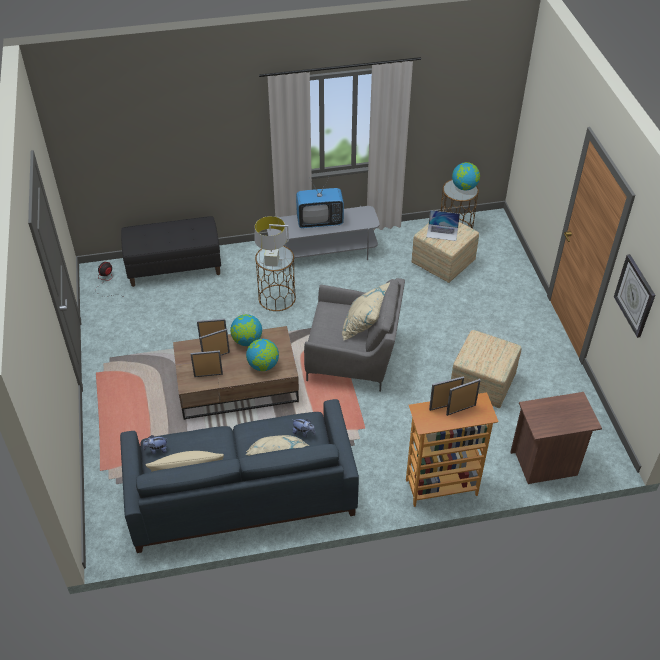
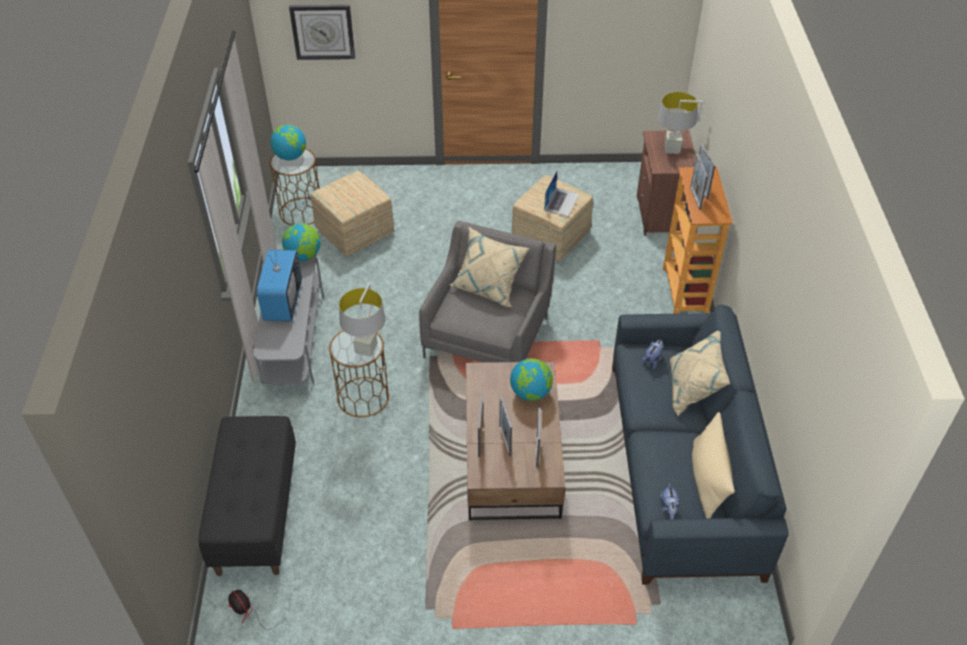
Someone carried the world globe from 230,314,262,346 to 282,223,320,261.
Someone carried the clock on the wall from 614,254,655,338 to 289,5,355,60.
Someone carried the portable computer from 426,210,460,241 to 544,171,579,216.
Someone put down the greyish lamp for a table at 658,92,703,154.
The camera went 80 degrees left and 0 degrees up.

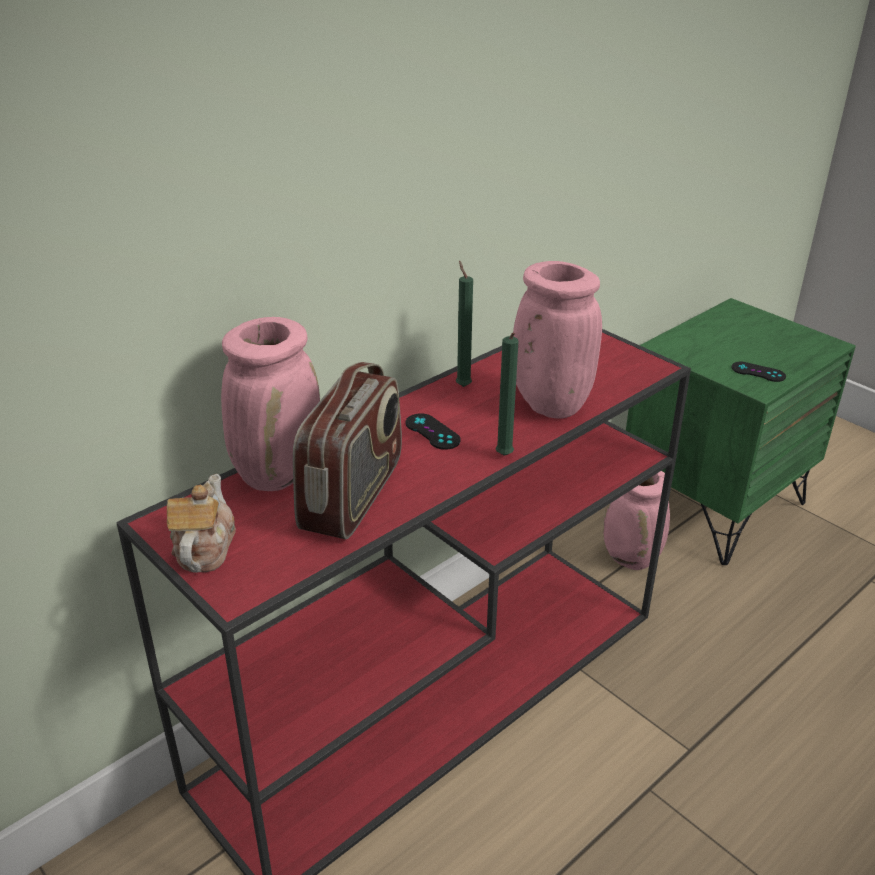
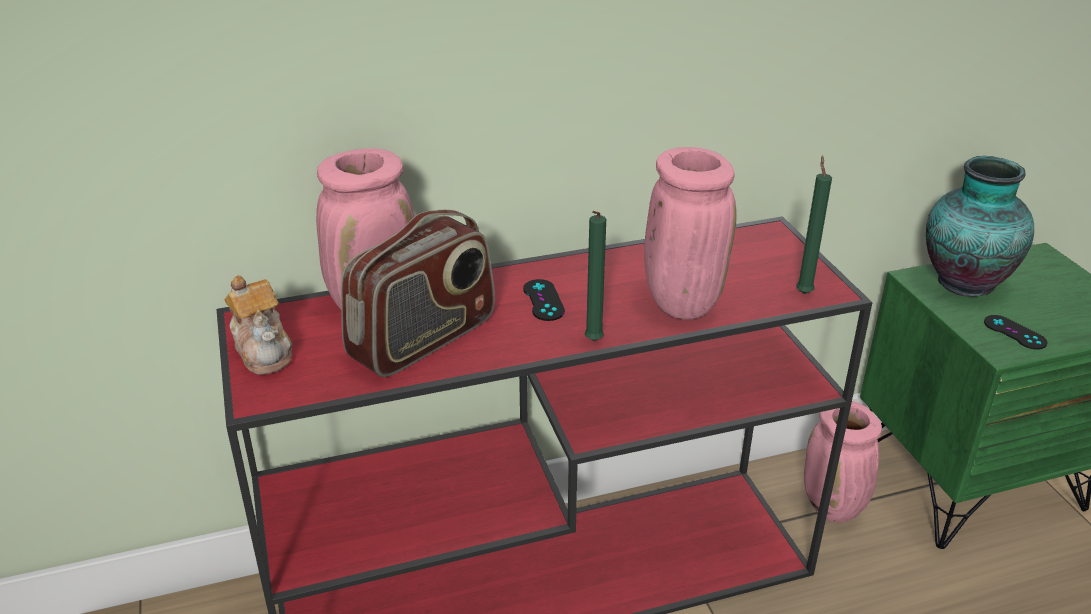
Someone rotated the pot for tea at 167,474,236,573 by 120 degrees clockwise.
Someone carried the green wax candle from 456,261,473,387 to 796,156,832,294.
Someone put down the flower vase at 926,156,1034,297.
The camera went 25 degrees right and 0 degrees up.

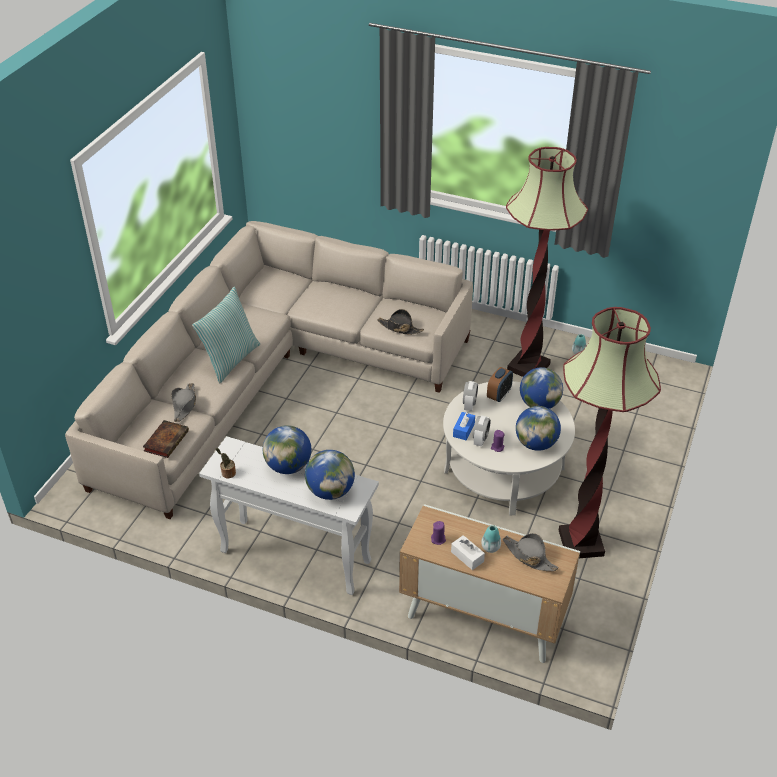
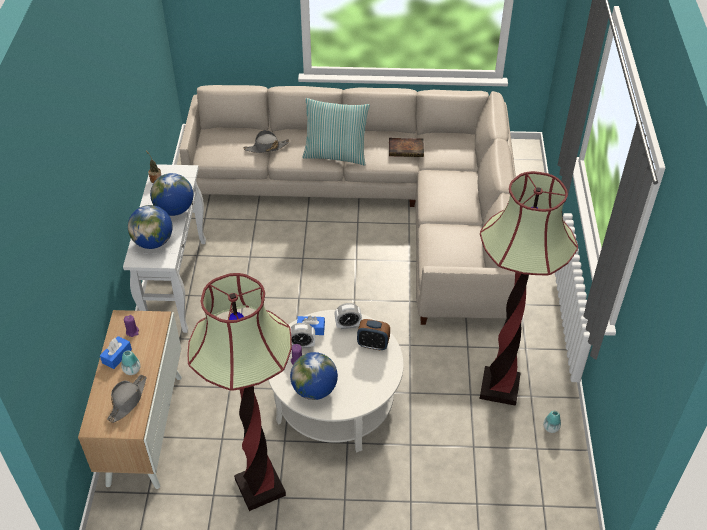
Someone repainted the white tissue holder at 451,535,485,570, which became the blue-coloured tissue holder at 100,336,132,369.
Someone carried the bound book from 143,420,189,458 to 389,138,424,157.
Someone took away the black hat at 377,309,424,335.
Someone took away the world globe at 520,367,563,409.
The camera went 70 degrees right and 5 degrees up.

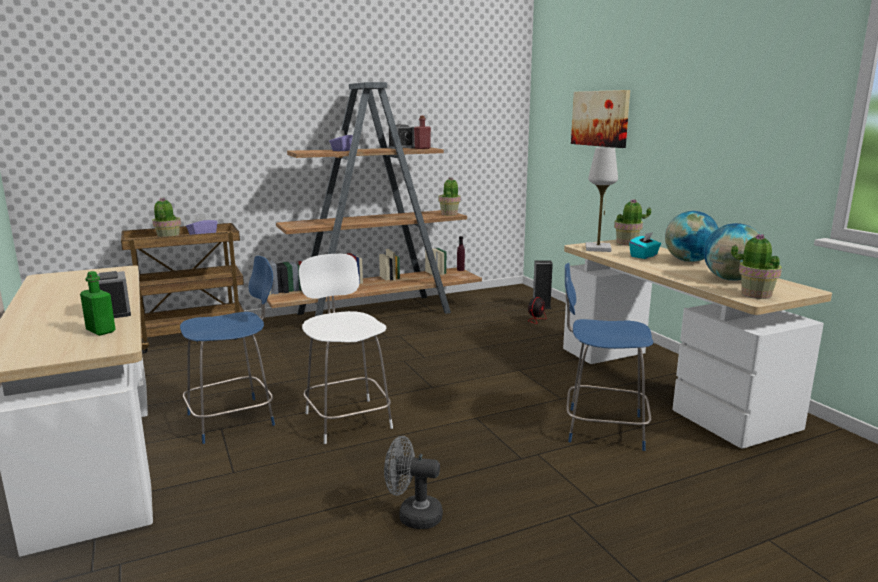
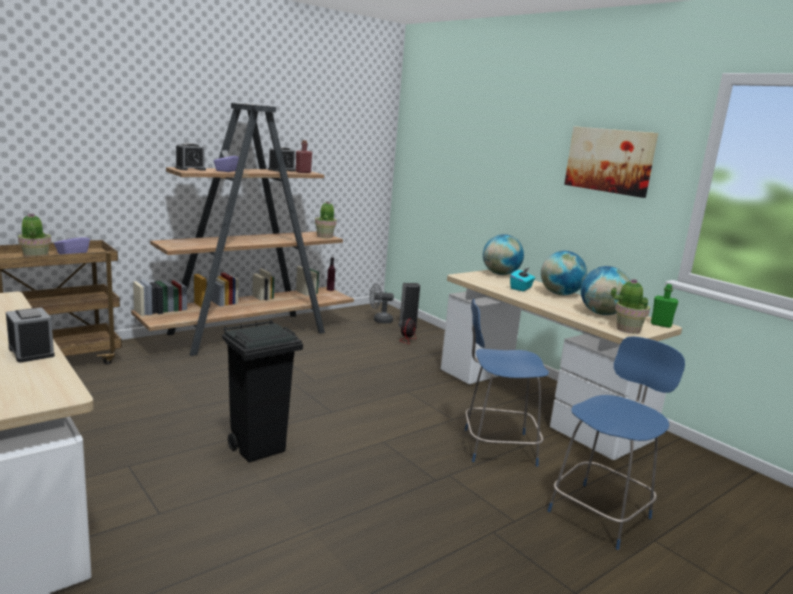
Someone put down the table clock at 175,143,206,170.
Someone swapped the white chair at 299,254,393,444 for the black trash can at 222,320,303,462.
Someone carried the greyish electric fan from 384,436,443,529 to 369,283,394,323.
Someone swapped the houseplant at 614,199,651,246 for the world globe at 483,234,524,275.
Someone carried the blue-coloured chair from 180,256,275,444 to 548,336,685,550.
Someone carried the wall art from 571,90,630,148 to 564,126,658,198.
Someone carried the green drink bottle from 80,271,116,336 to 651,284,678,328.
Someone took away the white lamp for a table at 586,147,618,252.
The camera went 15 degrees left and 0 degrees up.

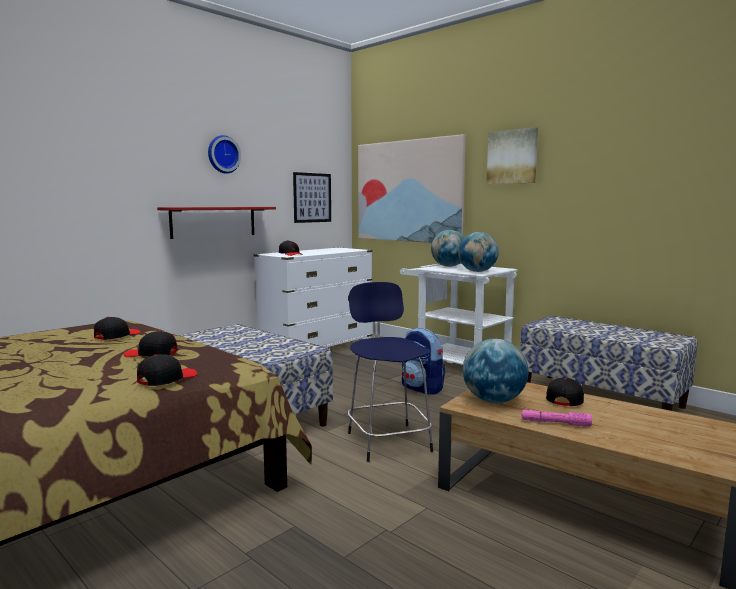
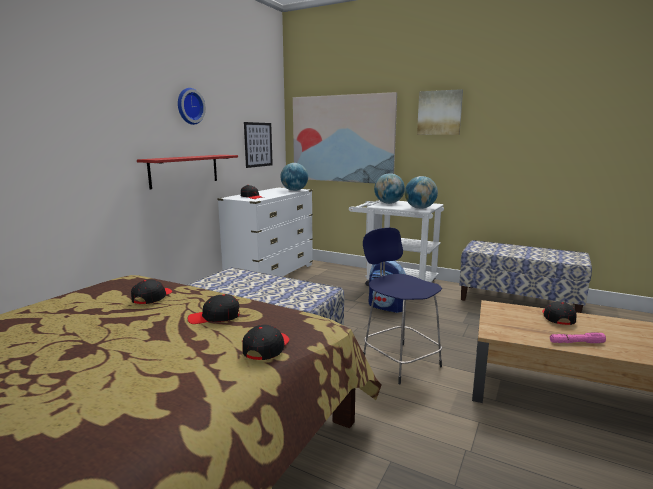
Someone carried the world globe from 463,339,529,403 to 280,163,308,191.
The camera went 15 degrees left and 5 degrees up.

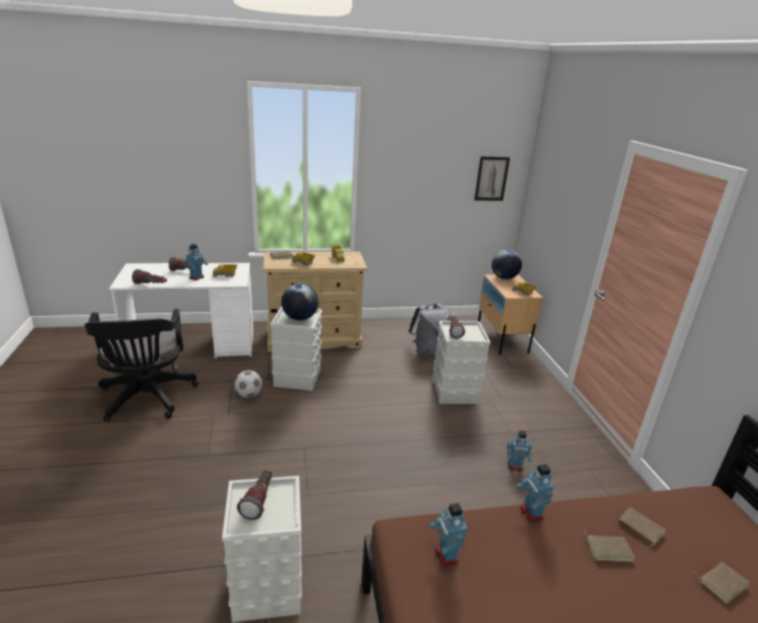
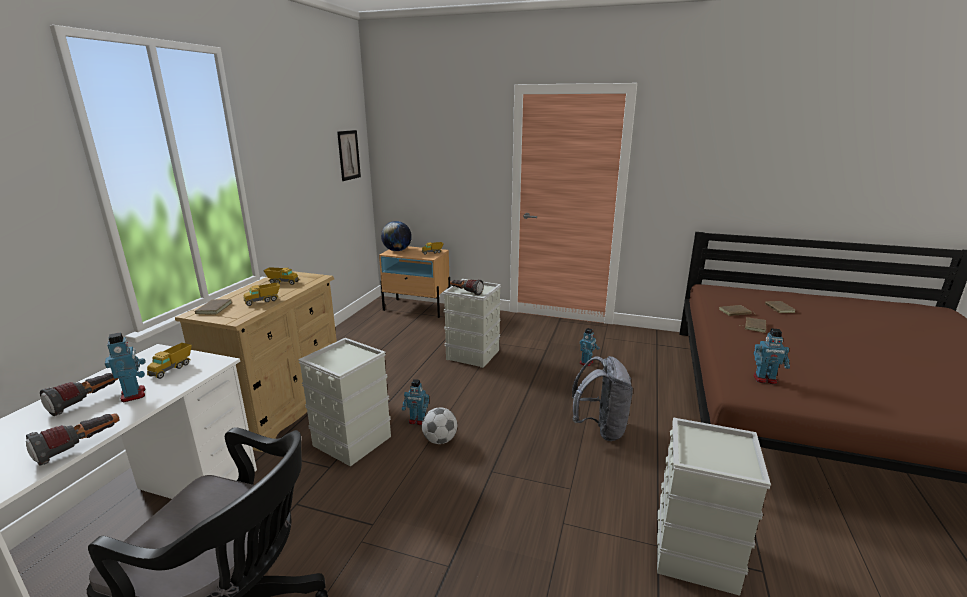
Someone carried the robot figure from 516,464,553,521 to 402,379,429,425.
Someone carried the football from 234,370,262,398 to 422,407,457,444.
Someone carried the greyish rucksack from 408,303,451,355 to 572,356,633,441.
Someone took away the torch at 237,469,272,520.
Someone took away the world globe at 281,284,319,320.
The camera went 60 degrees left and 5 degrees down.

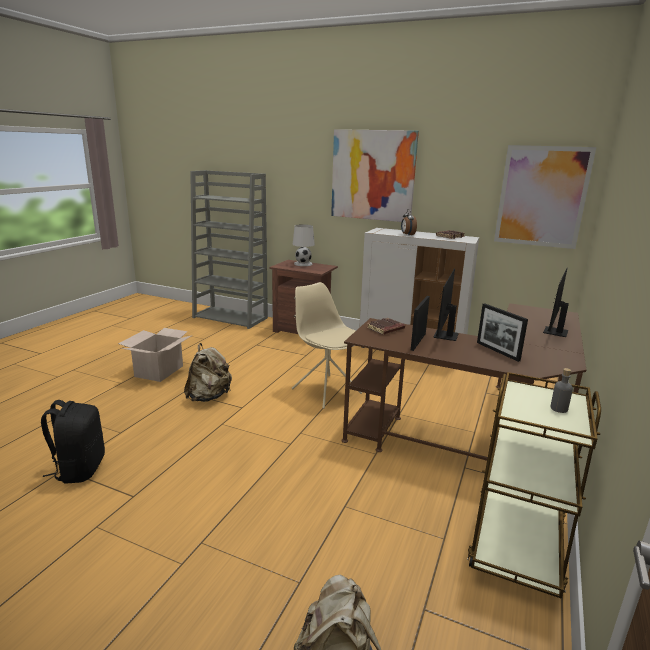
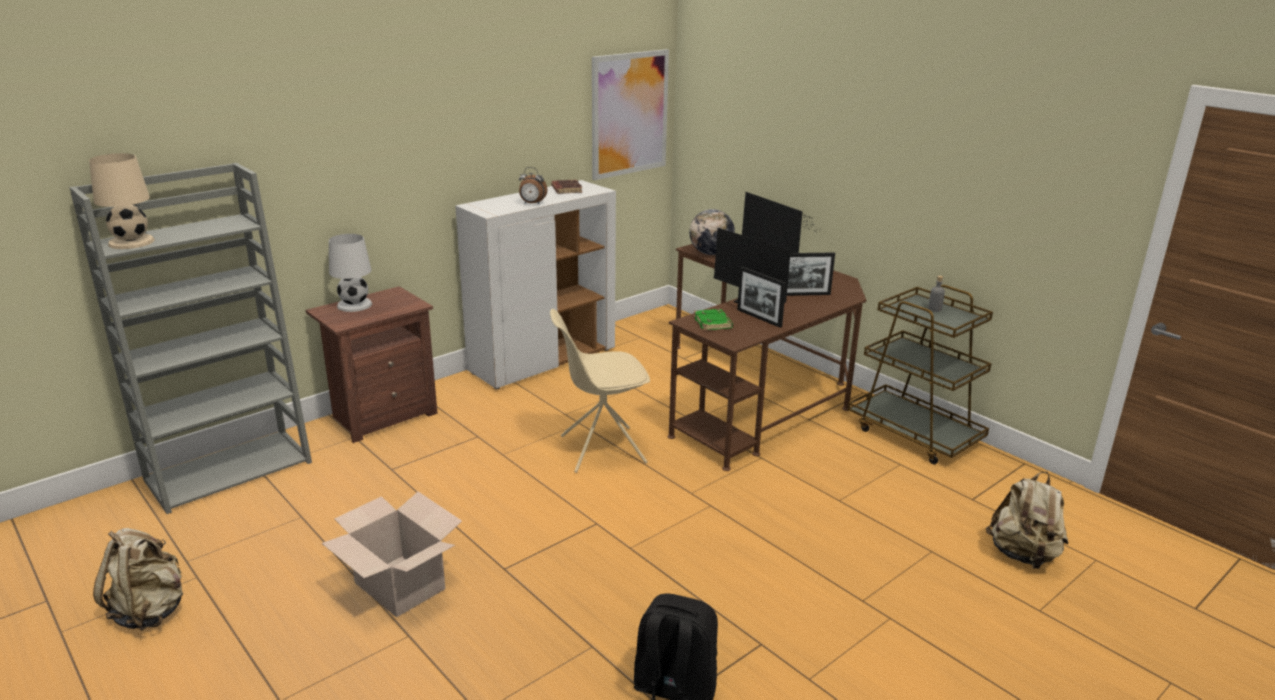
Someone put down the beige-coloured lamp for a table at 89,153,155,249.
Someone carried the beige-coloured rucksack from 184,343,232,402 to 93,528,183,630.
Someone put down the world globe at 689,209,735,255.
Someone repainted the brown bound book at 367,318,405,335, which became the green bound book at 694,309,733,331.
Someone took away the wall art at 331,129,419,222.
The camera went 65 degrees left and 5 degrees up.

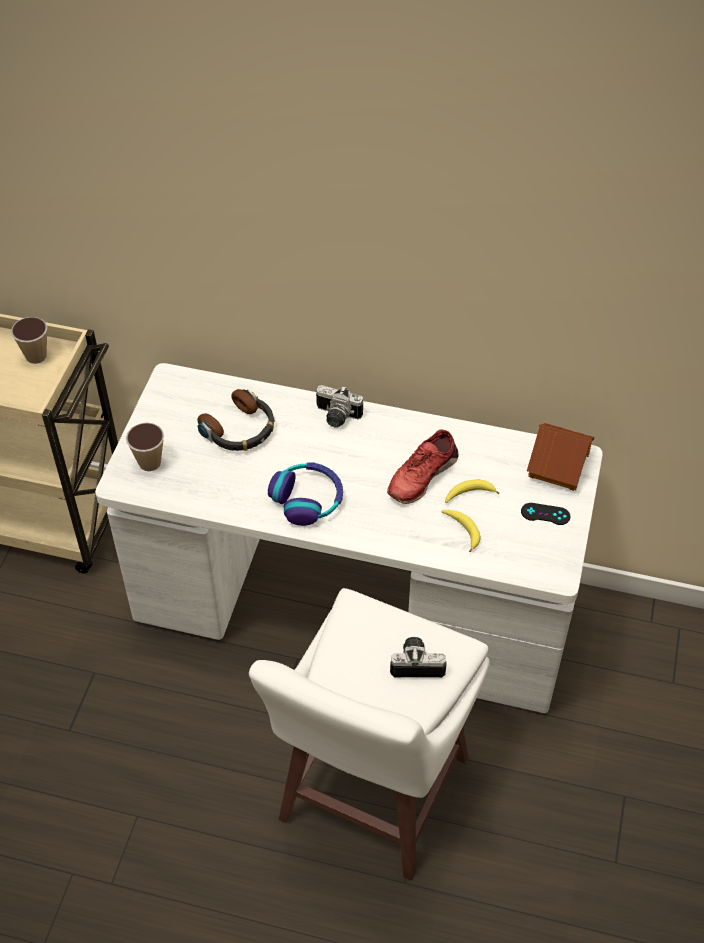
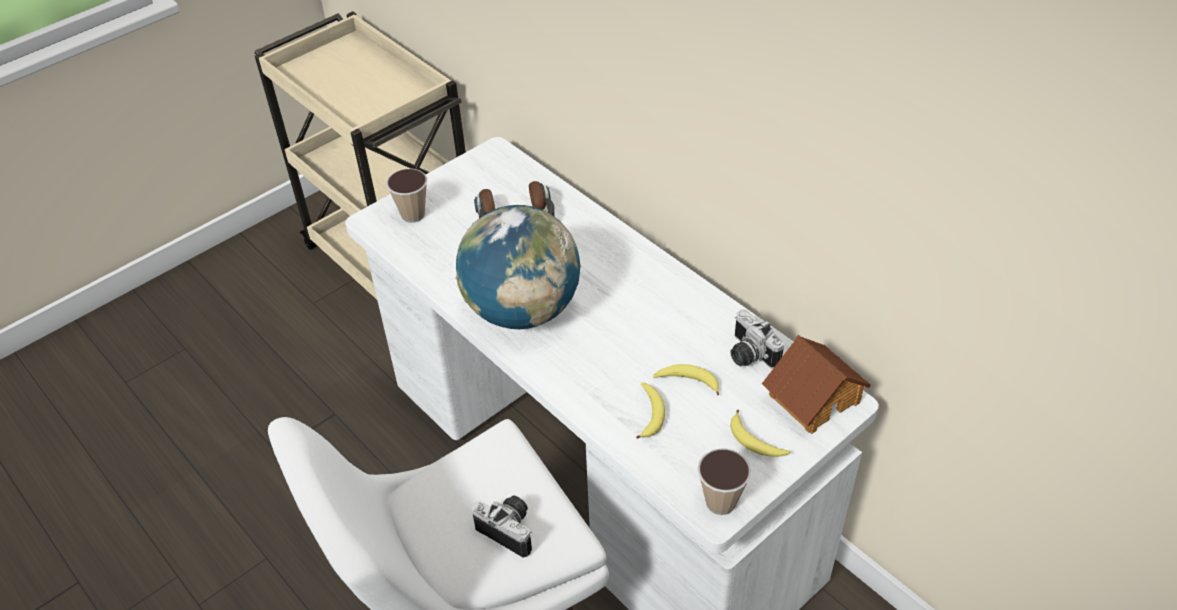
Someone swapped the headphones at 268,462,343,526 for the world globe at 455,205,580,329.
Someone carried the drinking cup from 11,317,47,364 to 697,448,751,515.
Someone carried the still camera from 316,385,363,428 to 730,309,784,369.
Someone swapped the black gamepad at 521,503,570,525 for the banana at 730,410,791,457.
Someone took away the red item of footwear at 387,430,458,504.
The camera went 35 degrees right and 5 degrees down.

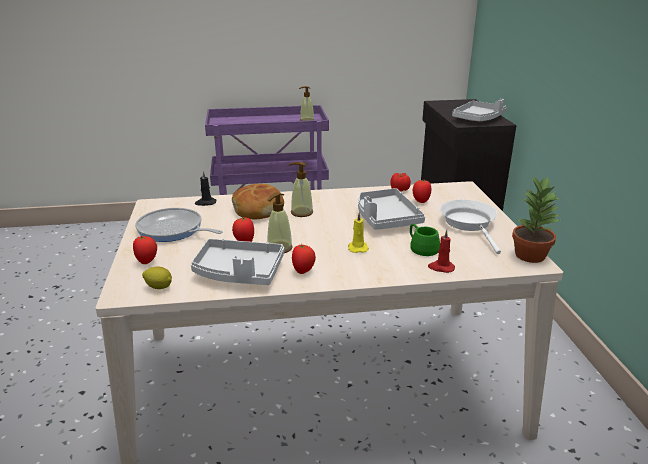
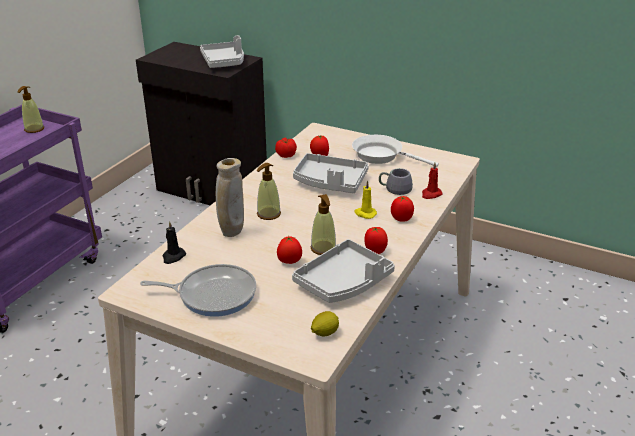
Someone rotated the frying pan at 135,208,223,242 by 150 degrees counterclockwise.
Someone swapped the bread at 232,184,284,219 for the beige-coloured flower vase at 216,158,244,237.
Someone repainted the green mug at 410,224,440,256, which became the greyish mug at 379,168,413,195.
Someone carried the tomato from 133,235,157,264 to 391,196,414,222.
Someone took away the houseplant at 512,175,560,263.
The camera went 55 degrees left and 5 degrees up.

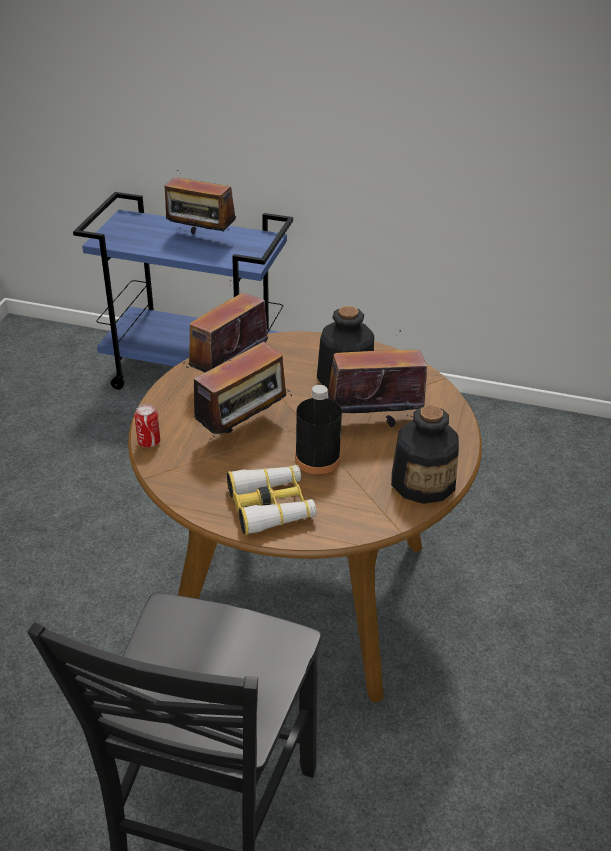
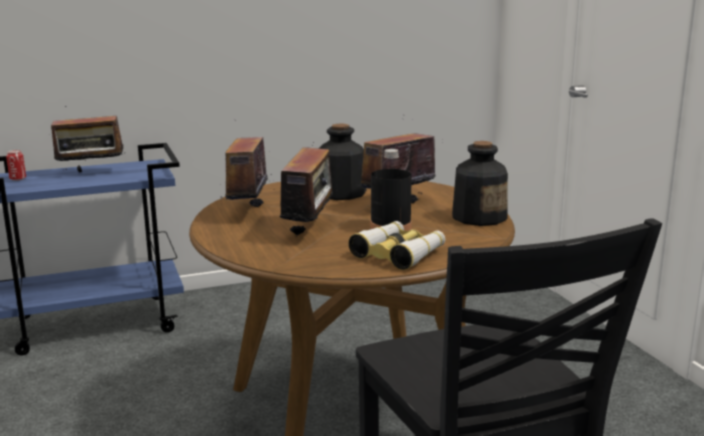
Someone carried the sealed can from 135,404,160,447 to 6,150,26,181.
The camera went 35 degrees left and 20 degrees down.

